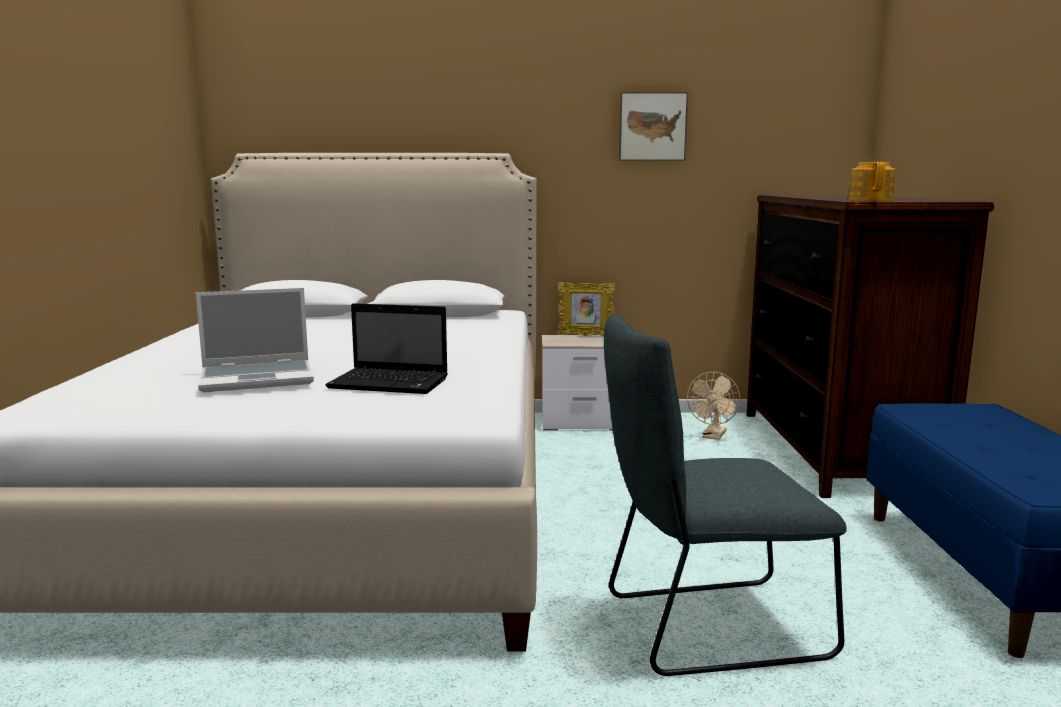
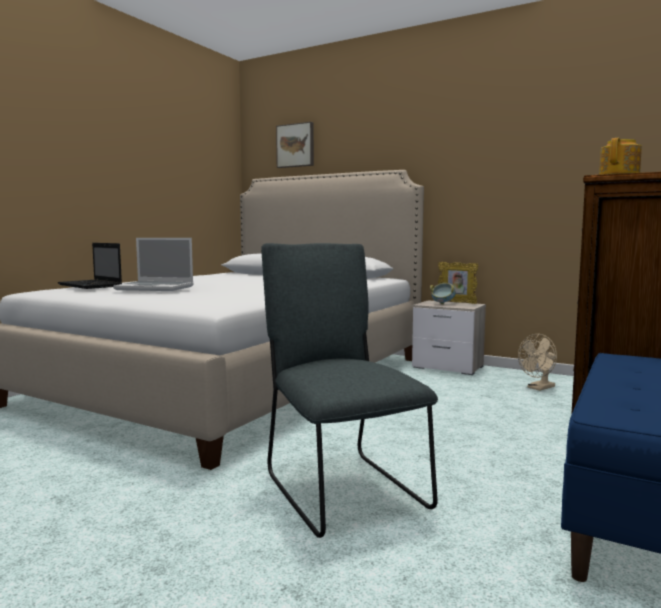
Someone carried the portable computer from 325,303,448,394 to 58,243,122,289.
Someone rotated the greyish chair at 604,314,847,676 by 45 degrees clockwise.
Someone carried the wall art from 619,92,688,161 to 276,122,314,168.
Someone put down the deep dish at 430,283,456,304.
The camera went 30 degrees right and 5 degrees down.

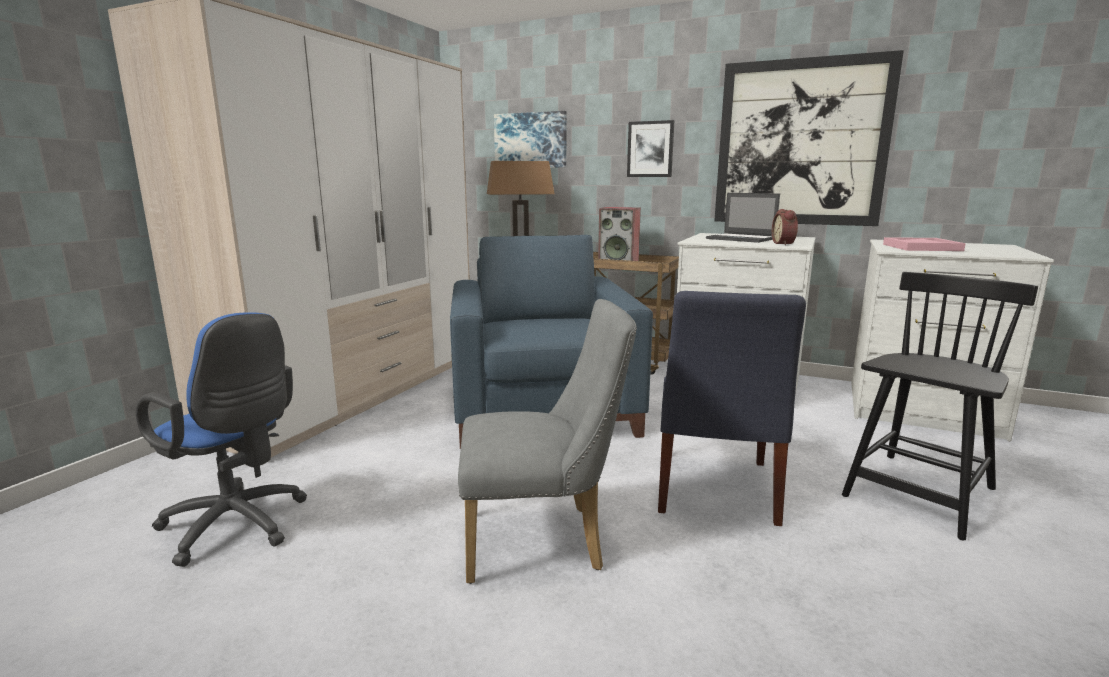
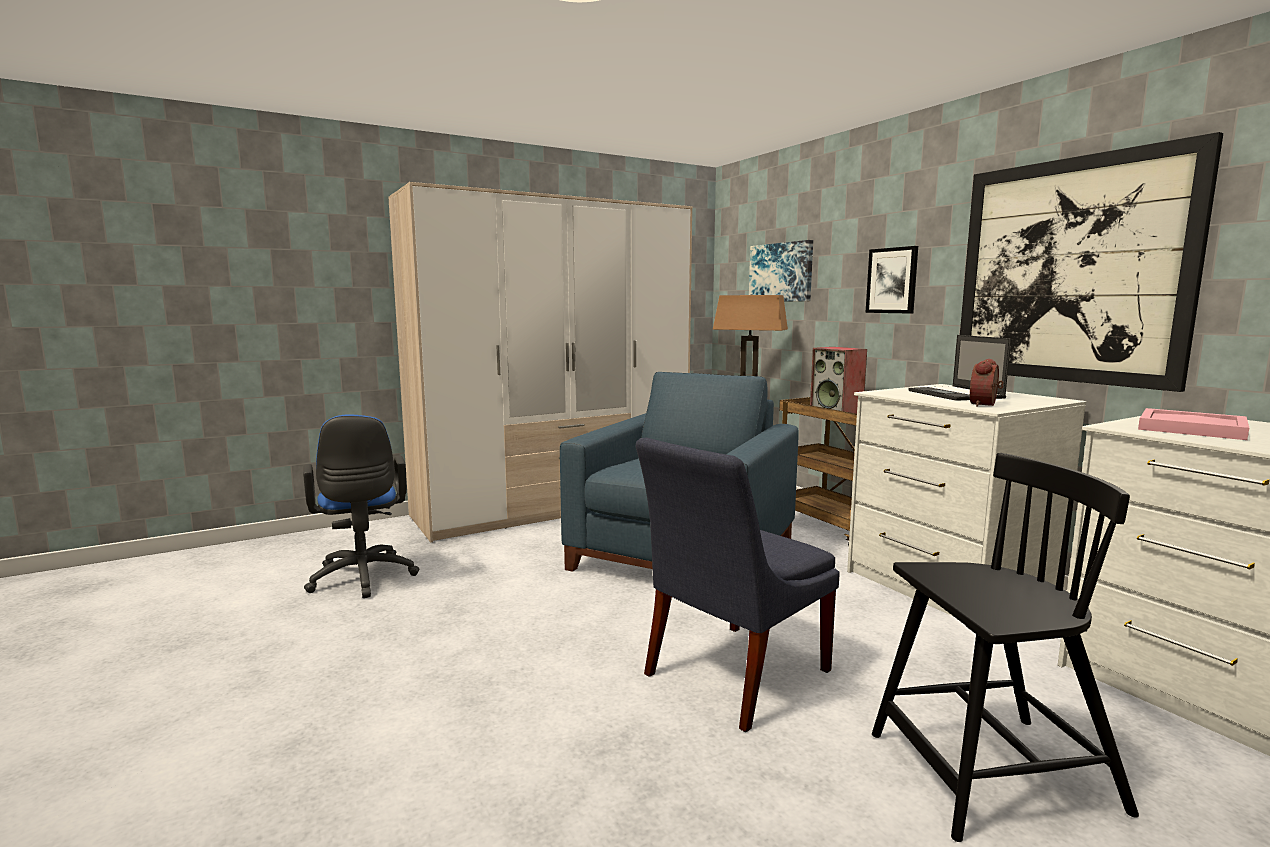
Someone took away the greyish chair at 458,299,637,584.
The camera went 35 degrees right and 5 degrees down.

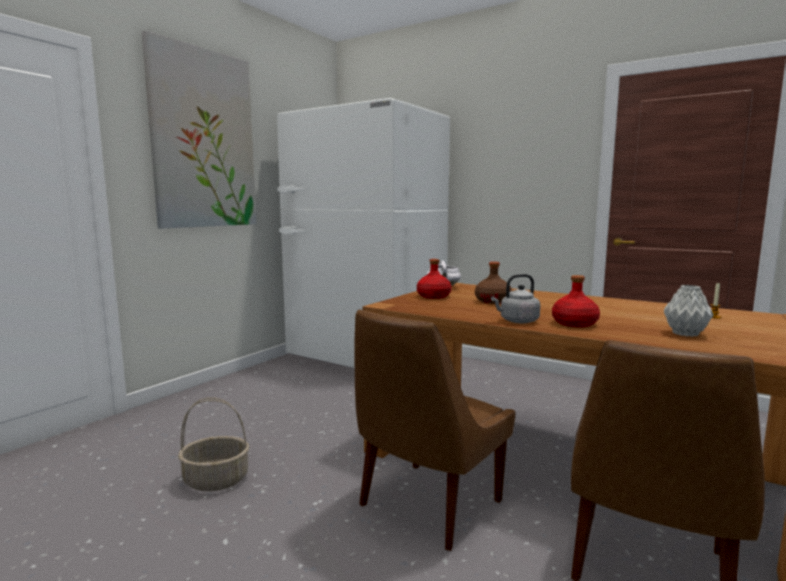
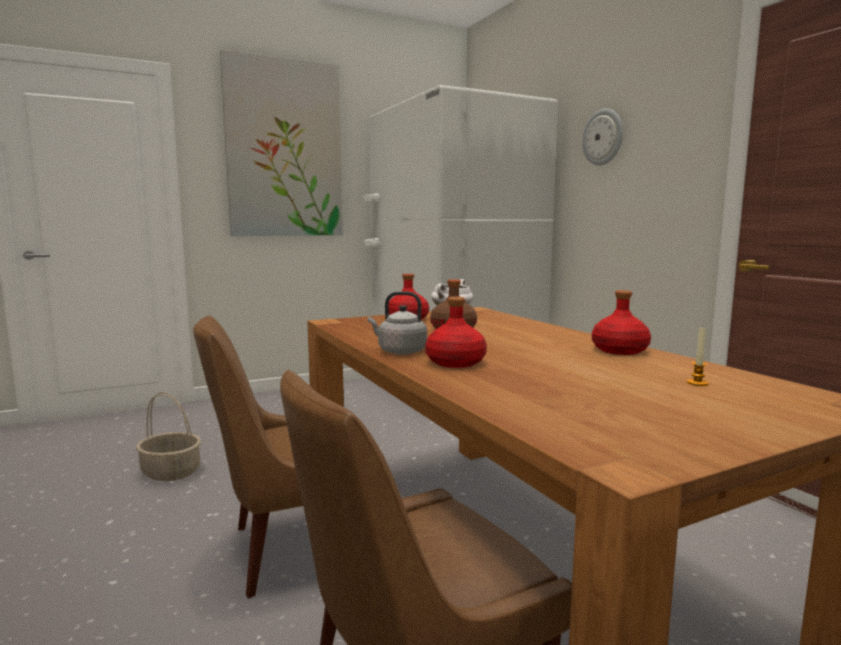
Someone put up the clock on the wall at 582,109,623,166.
Someone put down the red drink bottle at 592,290,651,355.
Someone took away the greyish flower vase at 664,285,714,337.
The camera went 30 degrees right and 0 degrees up.

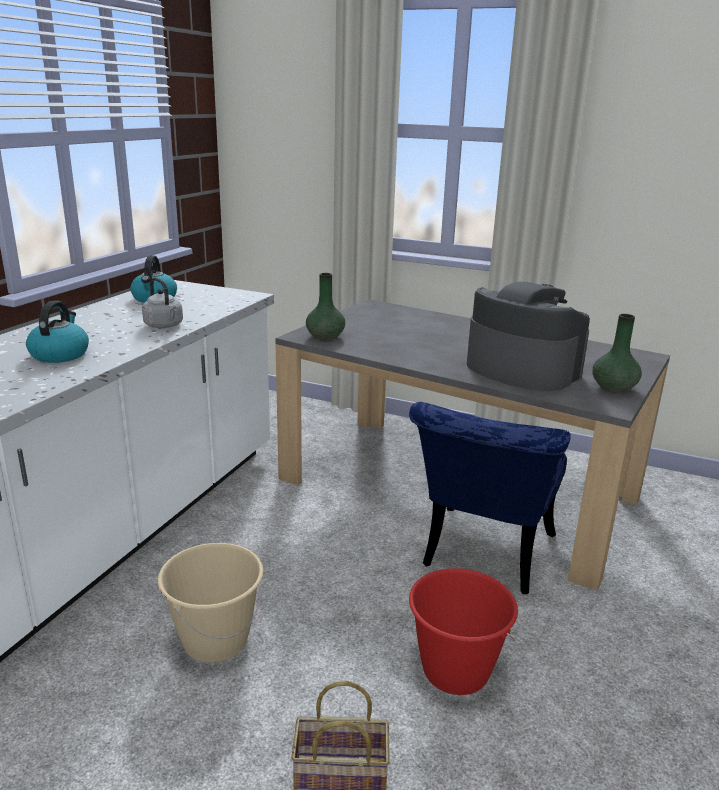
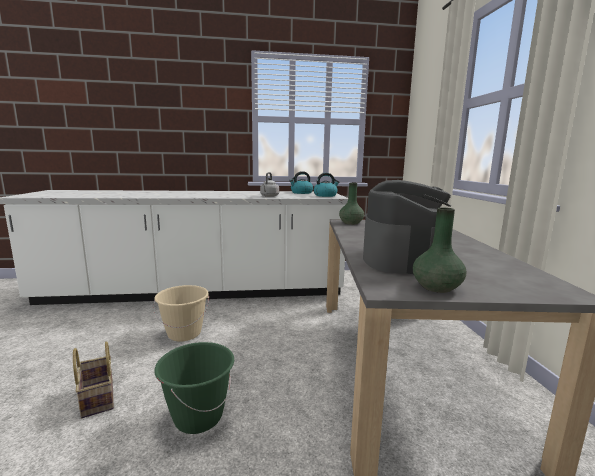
Someone repainted the red water bucket at 409,568,518,695, which became the green water bucket at 154,342,234,434.
Someone carried the kettle from 26,301,89,363 to 314,173,339,197.
Someone took away the blue-coloured chair at 409,402,571,594.
The camera went 60 degrees right and 10 degrees down.

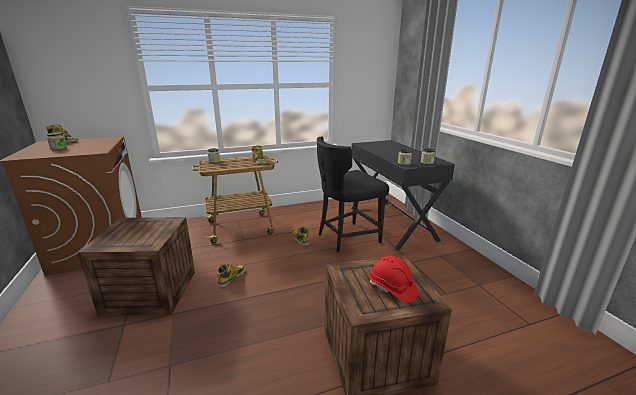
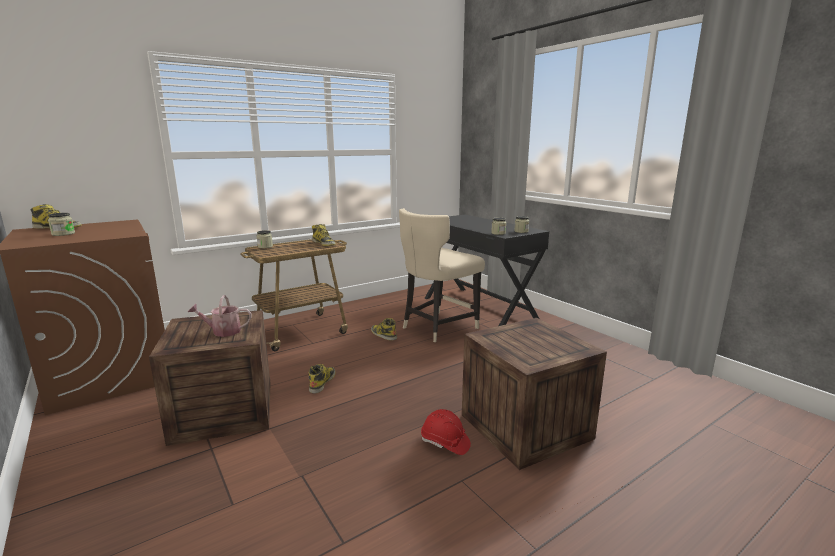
Someone put down the sprinkling can at 188,295,252,337.
Someone repainted the black chair at 317,137,389,252, which became the beige-coloured chair at 399,208,485,342.
Someone carried the red work helmet from 369,256,418,303 to 421,409,471,455.
The camera went 15 degrees left and 5 degrees down.

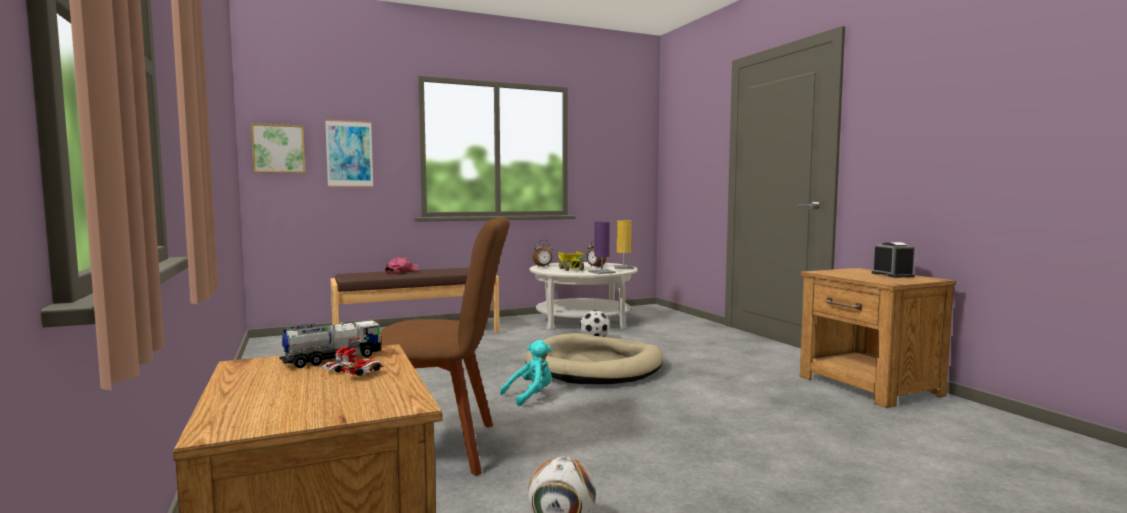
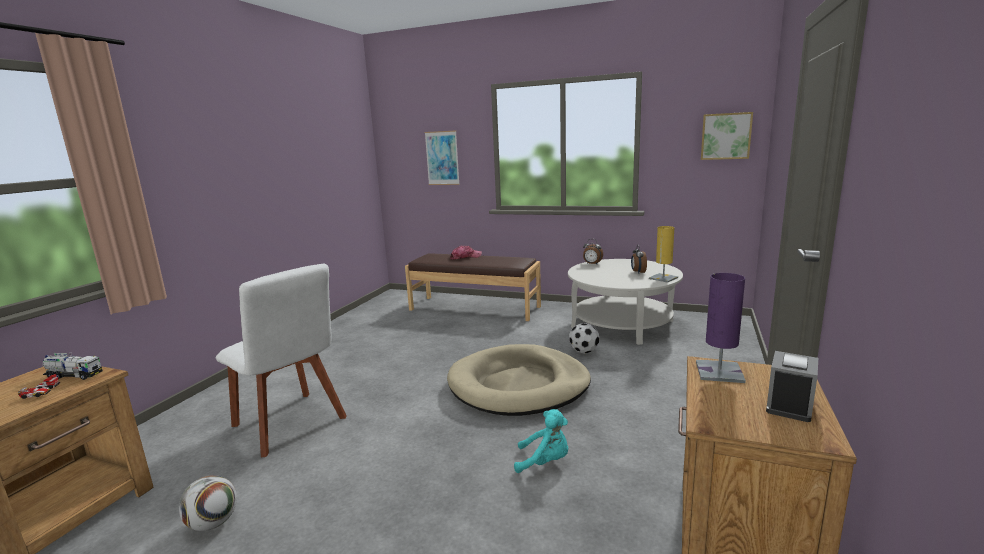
Someone repainted the brown chair at 380,217,509,476, which became the white chair at 216,264,347,457.
Someone carried the blue-green plush toy from 500,340,552,406 to 514,409,568,473.
Someone carried the purple-coloured lamp for a table from 588,222,616,274 to 696,273,746,383.
Someone carried the wall art from 251,123,305,173 to 701,112,753,160.
Someone took away the toy lorry at 558,252,585,271.
The camera went 45 degrees right and 10 degrees up.

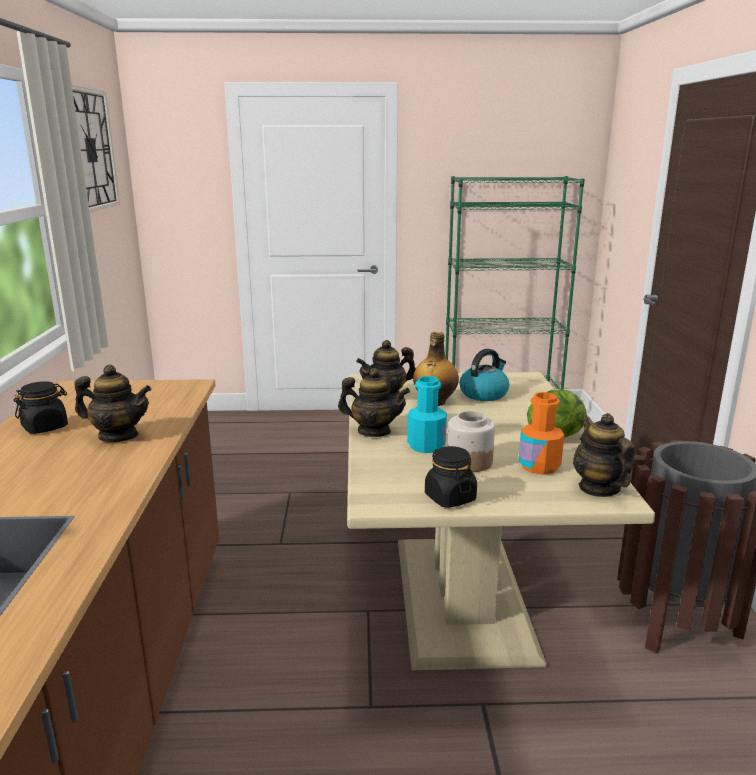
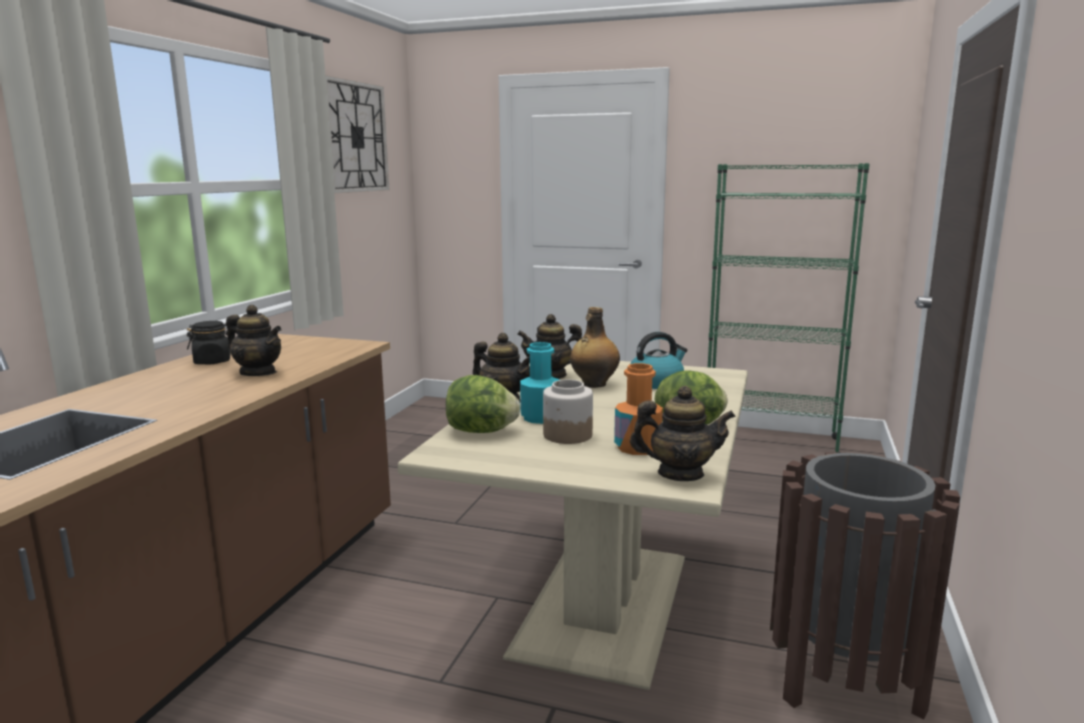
Someone put down the lettuce at 446,375,521,433.
Someone rotated the pot for tea at 573,413,634,497 by 90 degrees clockwise.
Someone took away the black preserve jar at 425,446,477,508.
The camera went 20 degrees right and 5 degrees down.

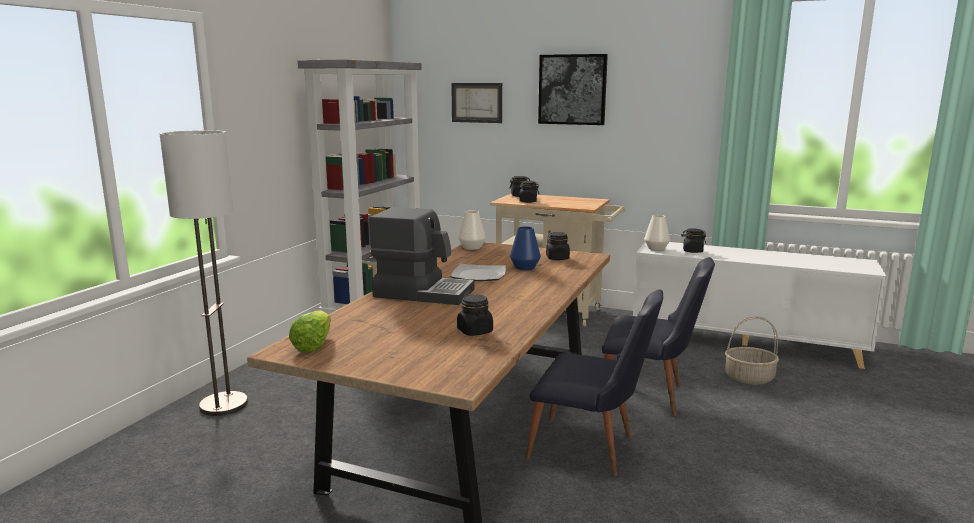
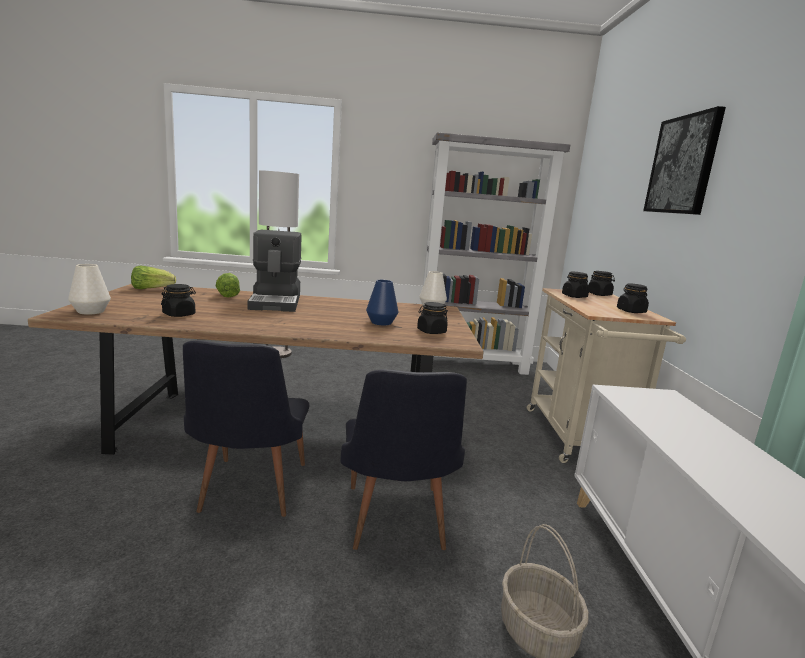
Someone carried the white flower vase from 644,215,670,251 to 68,264,111,315.
Someone put down the lettuce at 216,273,240,298.
Someone carried the black preserve jar from 681,228,706,253 to 617,283,649,313.
Someone took away the wall art at 451,83,502,123.
Someone took away the flat dish at 451,264,506,281.
The camera went 65 degrees right and 0 degrees up.

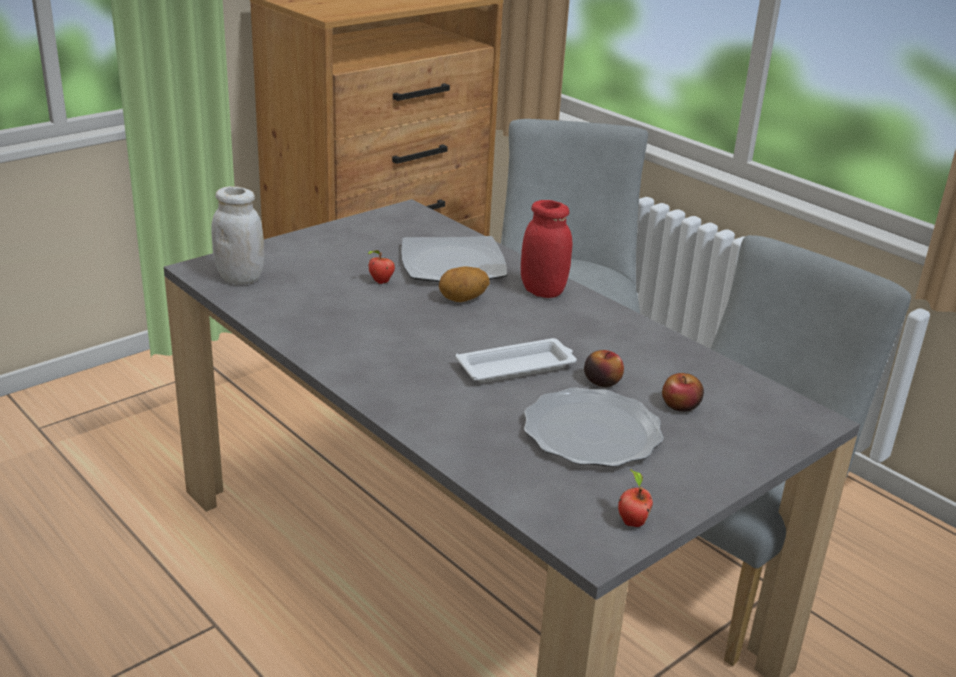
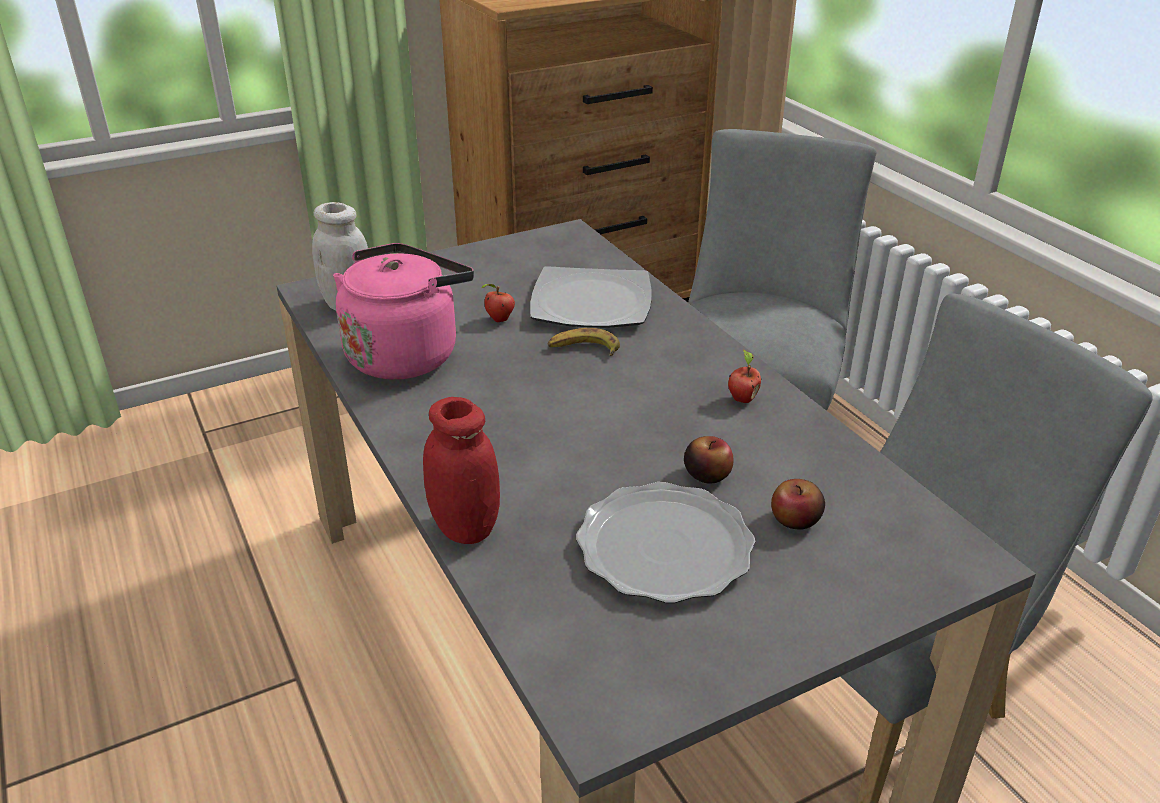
Someone put down the pink kettle at 333,243,474,379.
Someone carried the red preserve jar from 521,200,572,298 to 423,397,500,544.
Someone swapped the whole potato at 439,266,490,302 for the banana at 548,328,620,356.
Someone carried the whole apple from 618,469,653,527 to 728,350,761,403.
Someone took away the white serving tray at 456,338,577,383.
The camera went 15 degrees right and 5 degrees up.

